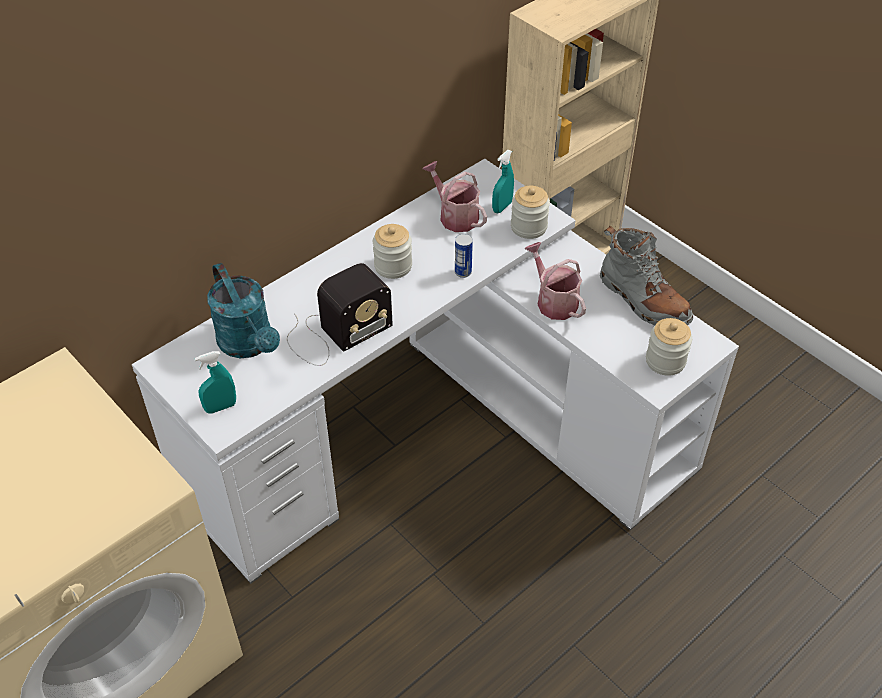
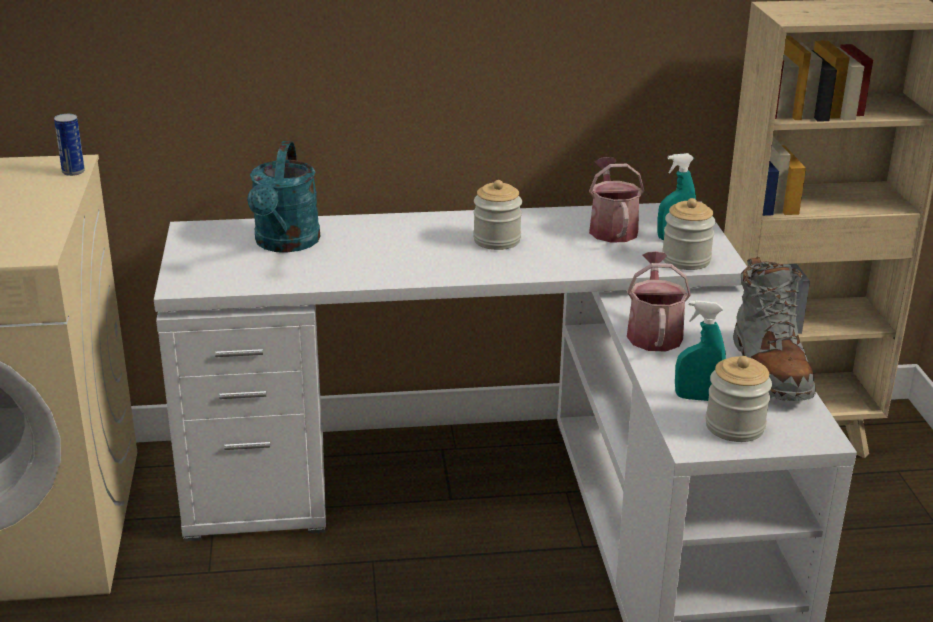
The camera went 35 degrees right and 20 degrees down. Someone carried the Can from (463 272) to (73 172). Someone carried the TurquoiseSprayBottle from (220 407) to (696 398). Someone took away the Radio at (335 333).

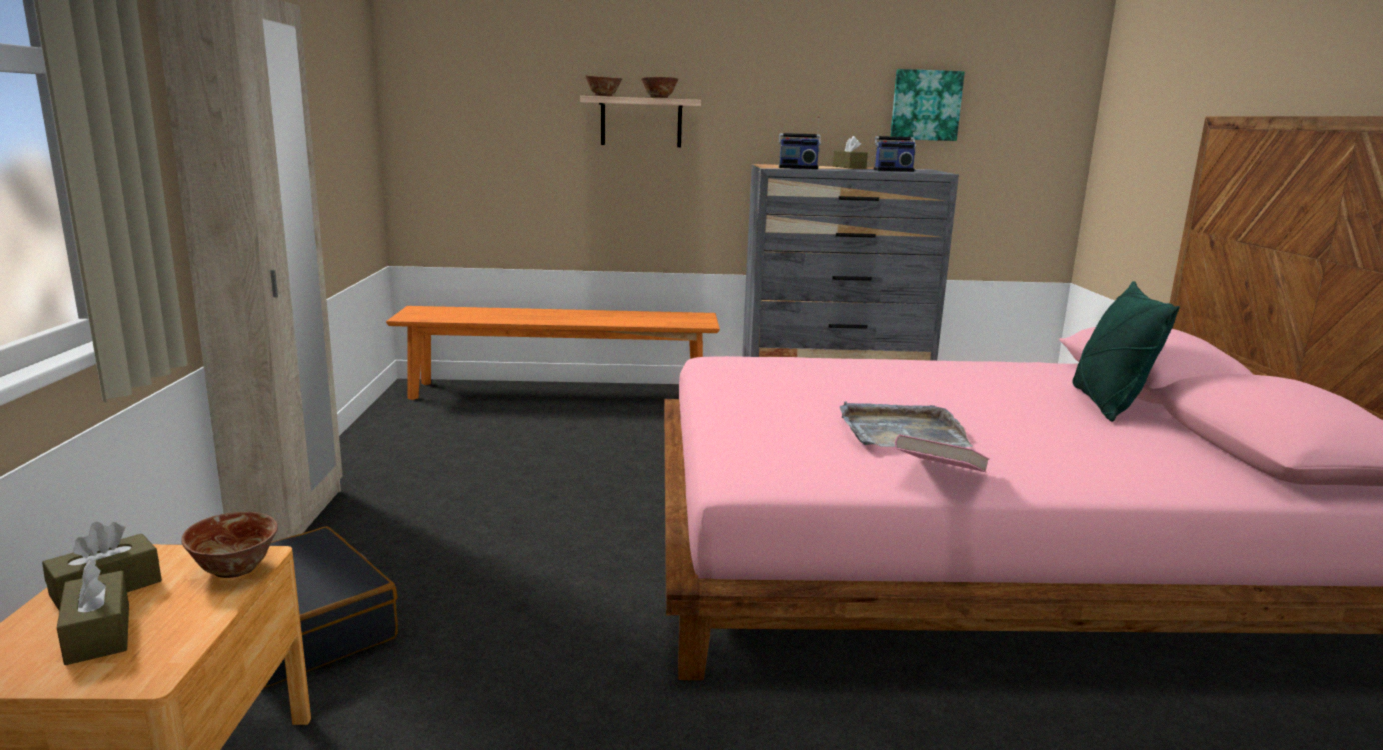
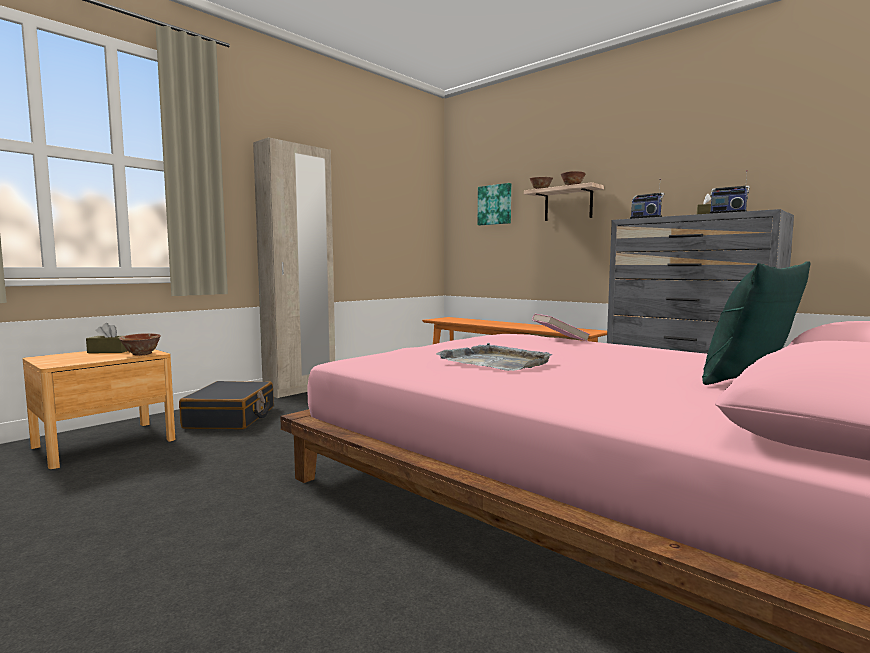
The camera went 45 degrees right and 10 degrees down. Someone carried the Picture from (925 105) to (495 205). Someone carried the PinkBook from (939 477) to (559 339). Someone took away the BrownTissueBox at (98 633).

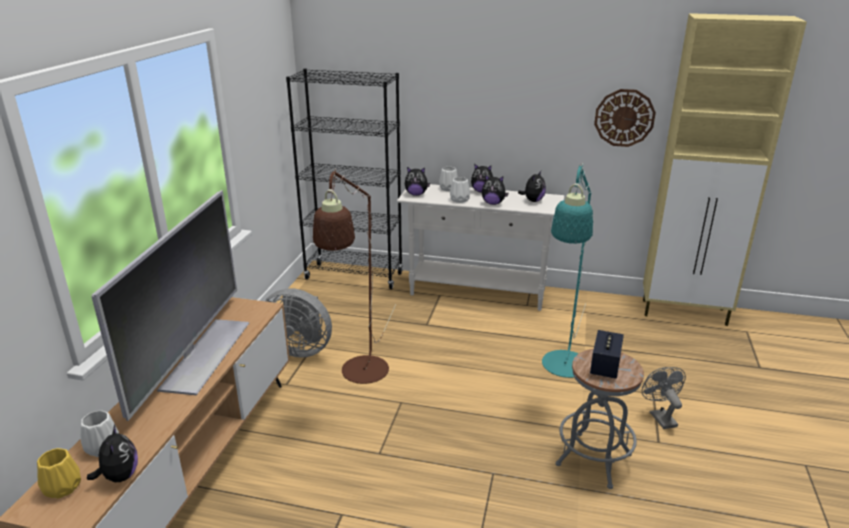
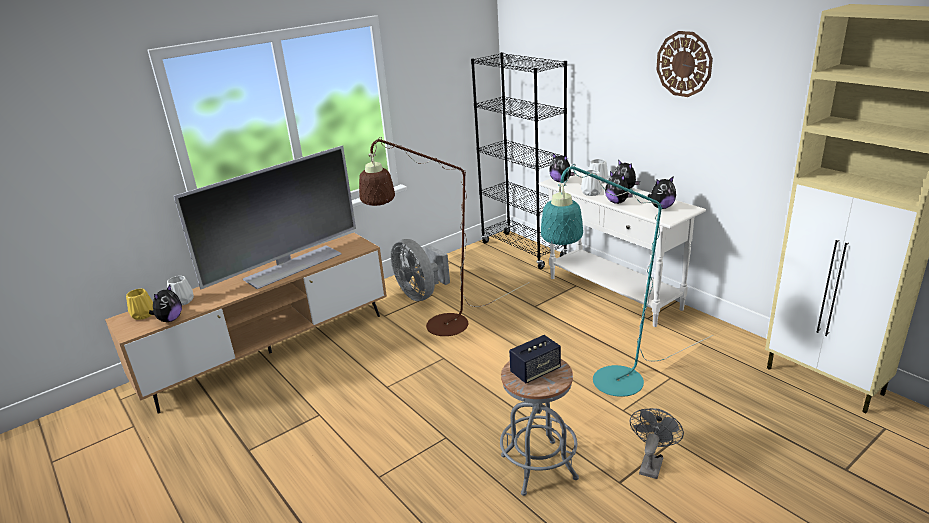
The camera went 40 degrees right and 0 degrees up. Someone carried the WallClock from (624 118) to (684 64).

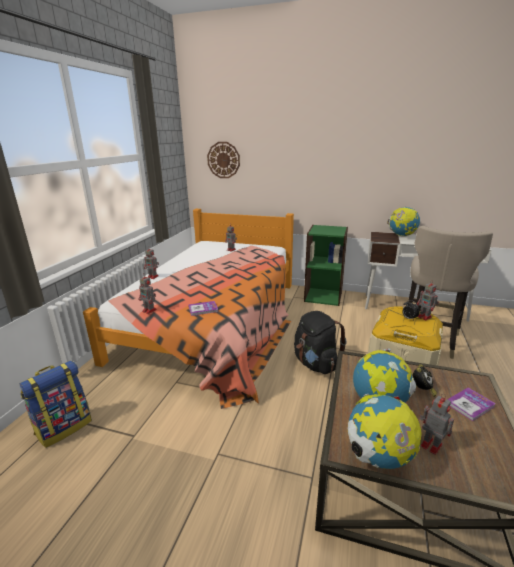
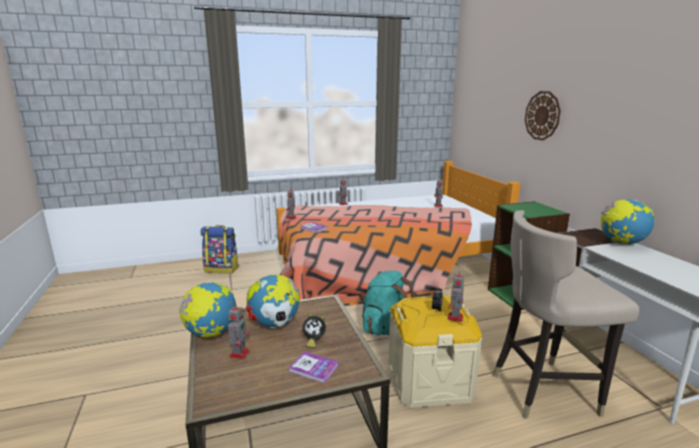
The camera went 55 degrees right and 5 degrees down. Someone repainted the BlackBackpack at (315 363), which became the TurquoiseBackpack at (385 327). Someone carried the WallClock from (223 160) to (542 115).

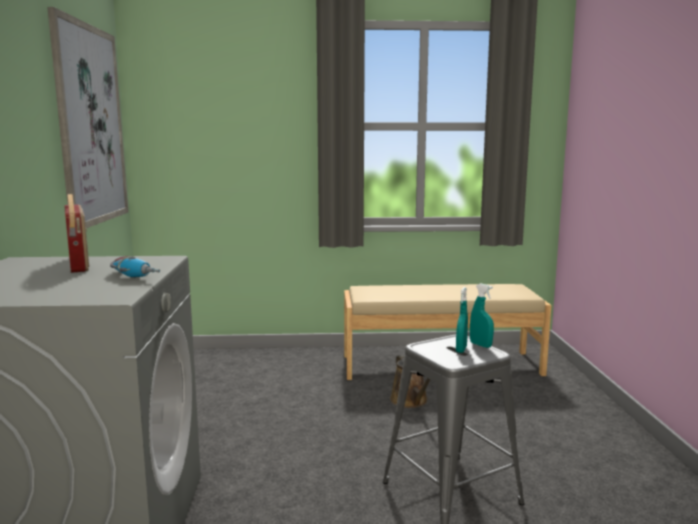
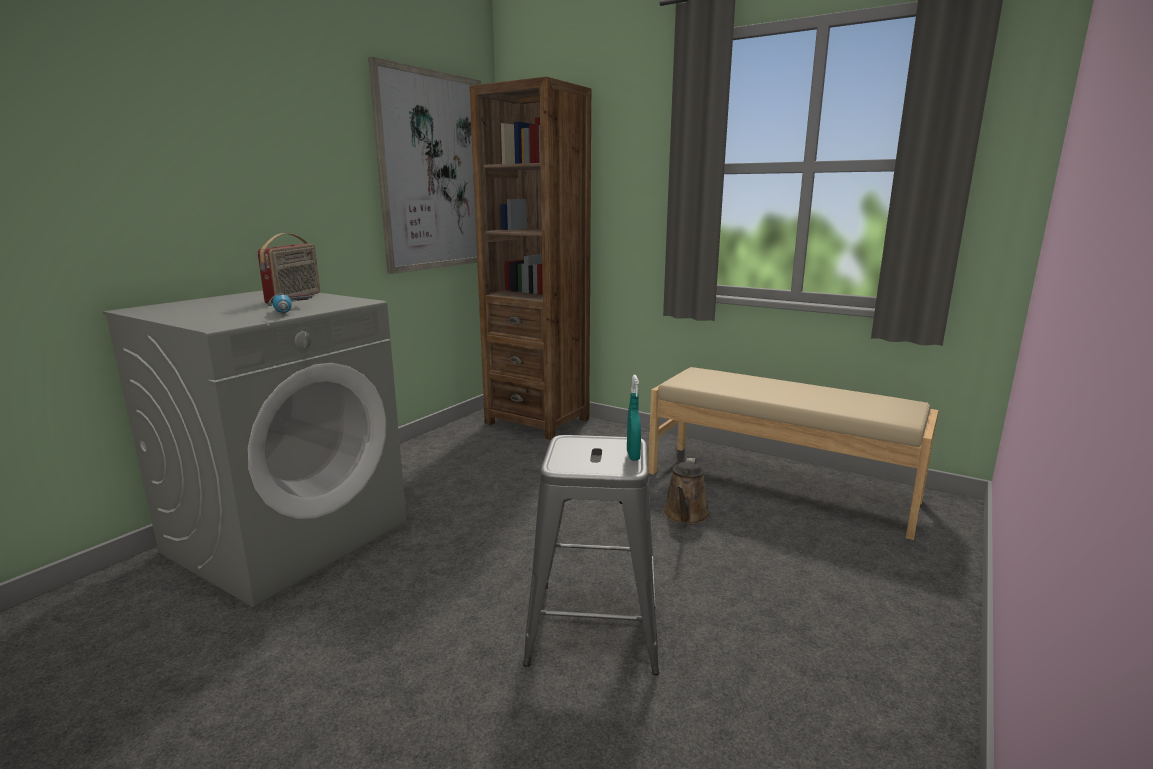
The camera went 35 degrees right and 5 degrees up. Someone put down the BrownBookcase at (537 421). Someone took away the TurquoiseSprayBottle at (461 349).

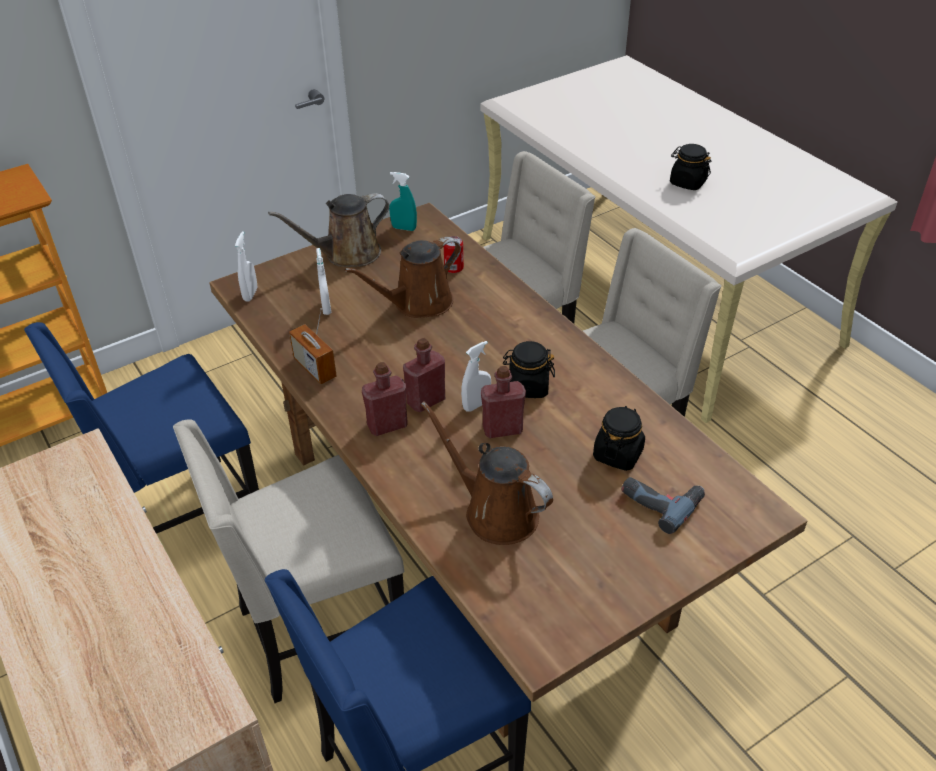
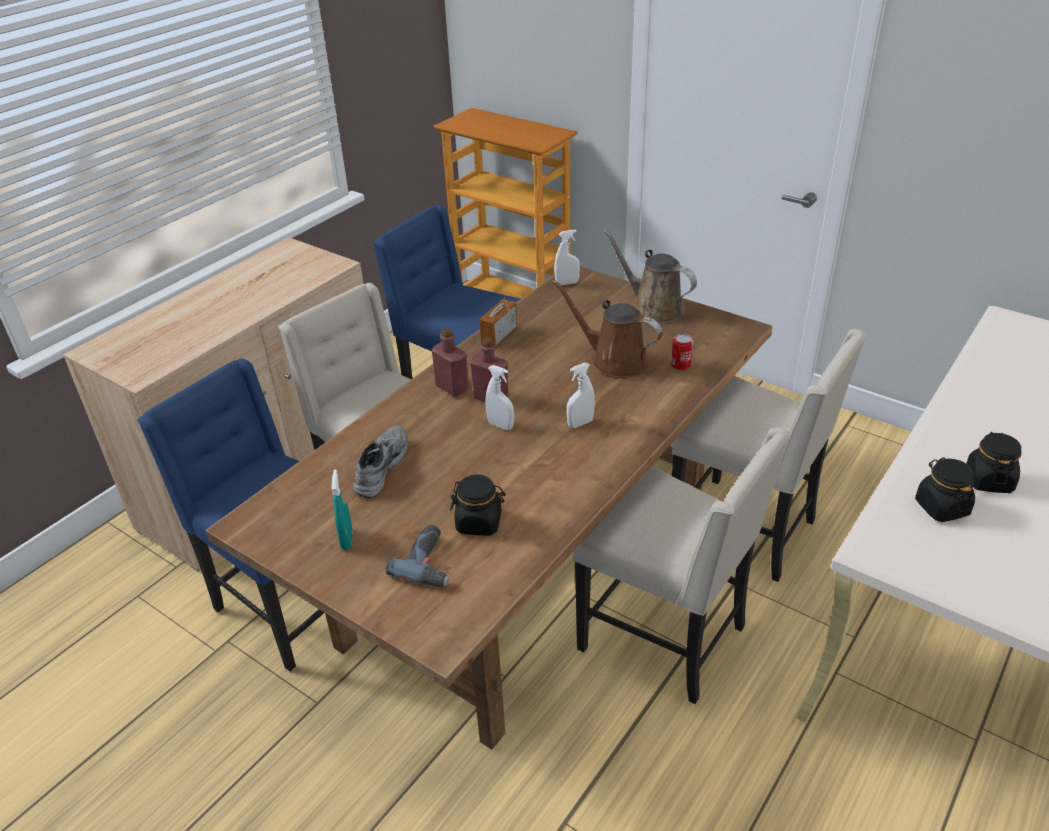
The camera went 70 degrees right and 5 degrees down. Someone carried the TurquoiseSprayBottle from (404 228) to (347 540). Someone swapped the BrownWateringCan at (495 512) for the GreyShoe at (379 467). Someone carried the WhiteSprayBottle from (326 308) to (580 423). Someone carried the BlackJar from (528 386) to (941 507). Someone took away the RedBottle at (502 429).

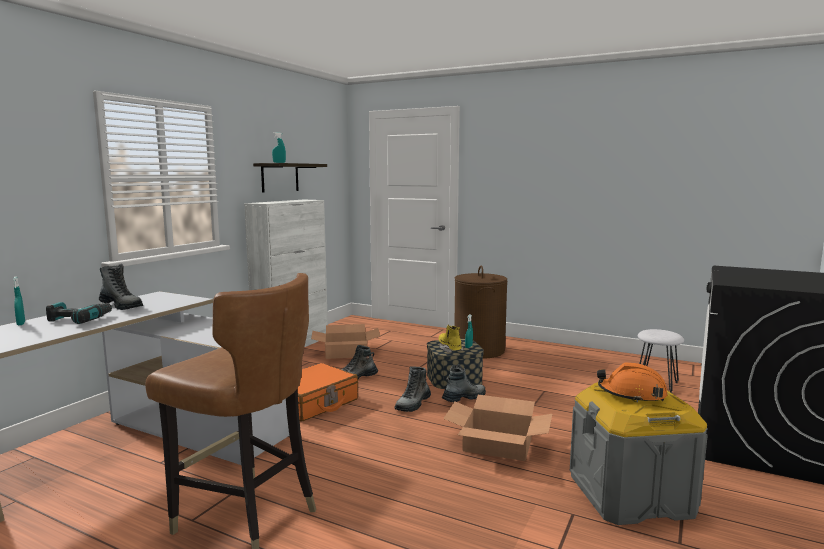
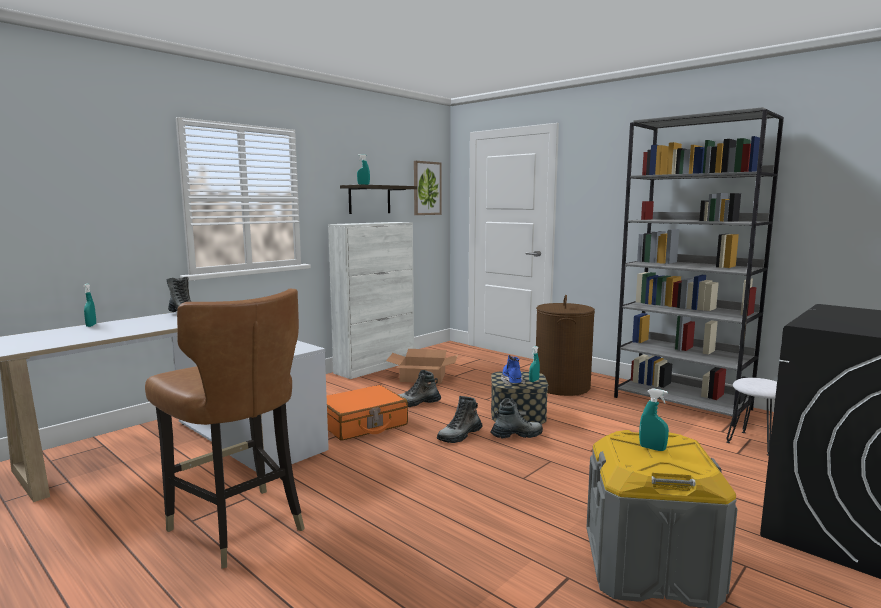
The camera went 15 degrees right and 0 degrees up. Someone put up the Picture at (426 188). Someone repainted the YellowBoot at (449 349), which became the BlueBoot at (512 381). Someone put down the GreyBookcase at (682 403). Someone swapped the OrangeHardHat at (632 394) for the TurquoiseSprayBottle at (652 448). Someone took away the PowerDrill at (80 319). Someone took away the CardboardBox at (497 445).

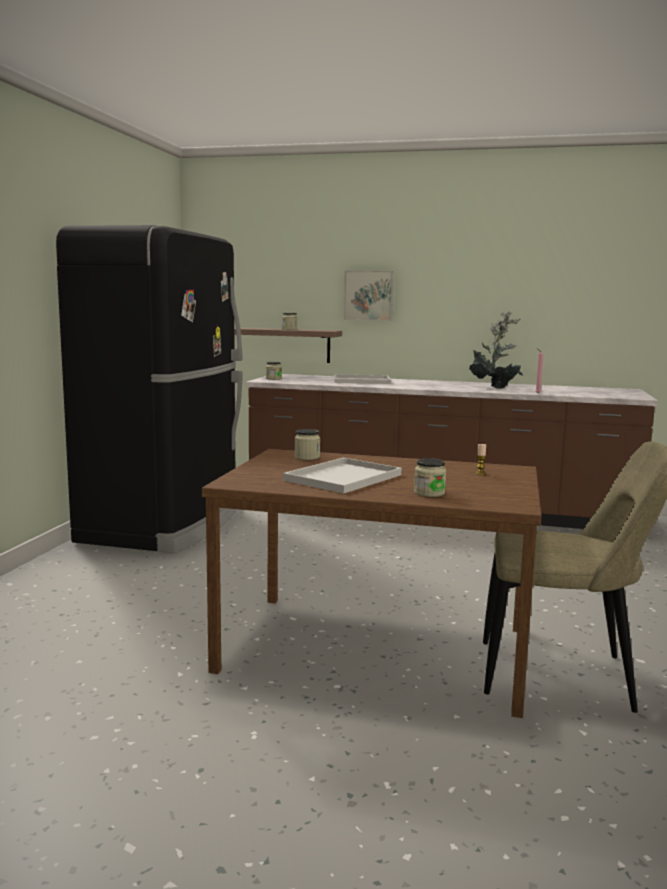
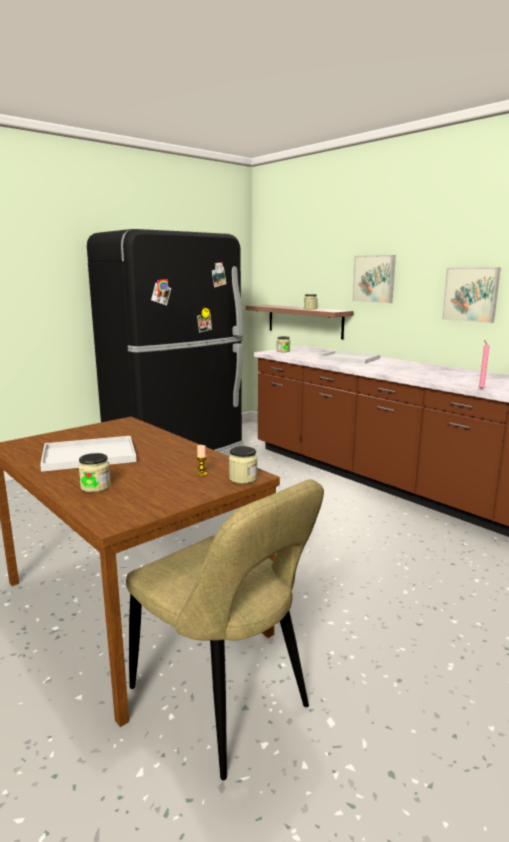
The camera went 35 degrees right and 5 degrees up. Someone carried the Jar from (307 457) to (243 478). Someone put up the Picture at (471 294). Someone took away the PottedPlant at (495 387).

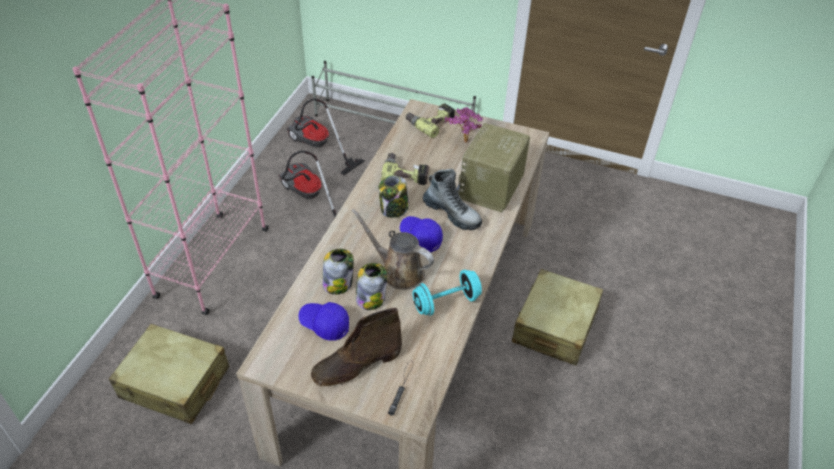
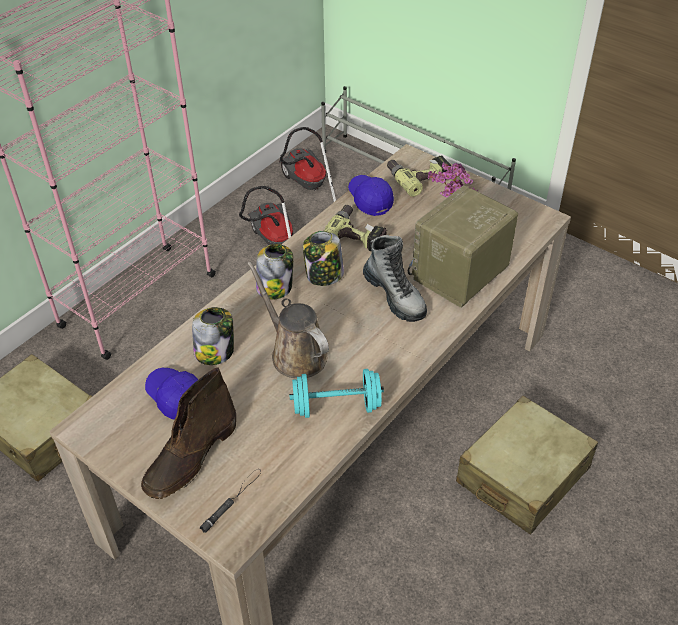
The camera went 20 degrees right and 0 degrees up. Someone rotated the BrownBoot at (356 364) by 45 degrees counterclockwise. Someone carried the Jar from (371 298) to (275 287). Someone carried the BlueCap from (421 237) to (370 200).

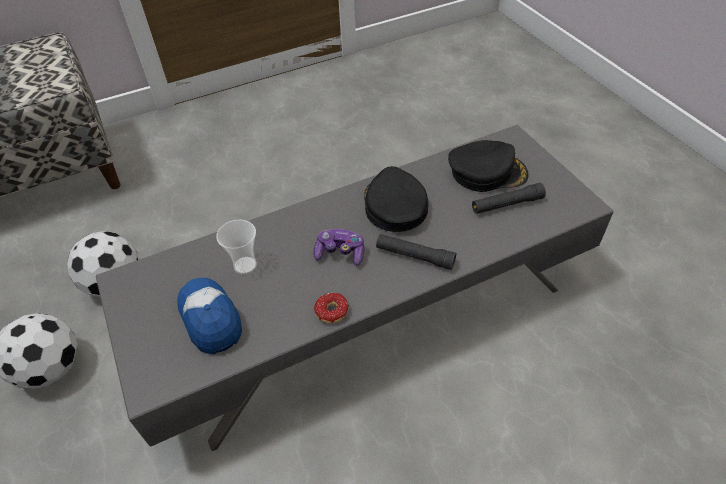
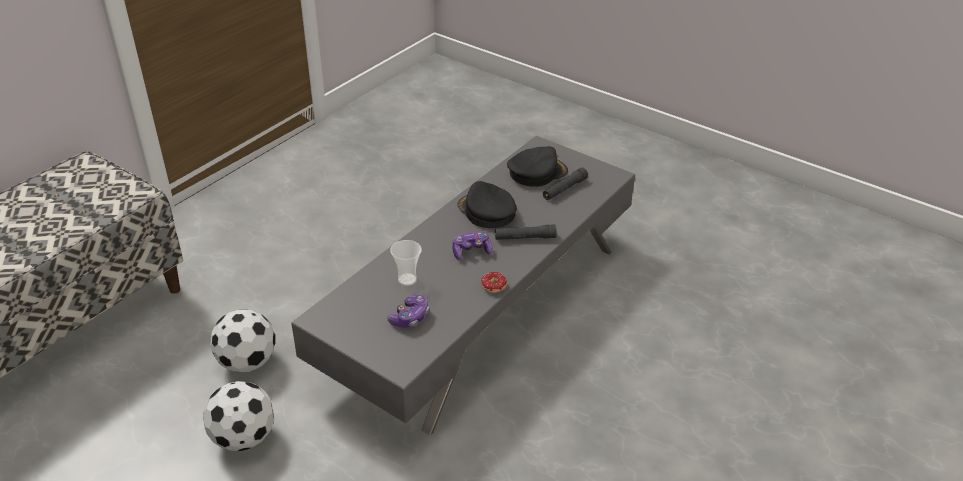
The camera went 30 degrees left and 10 degrees down. Someone swapped the Cap at (210 318) for the GameController at (410 317).

